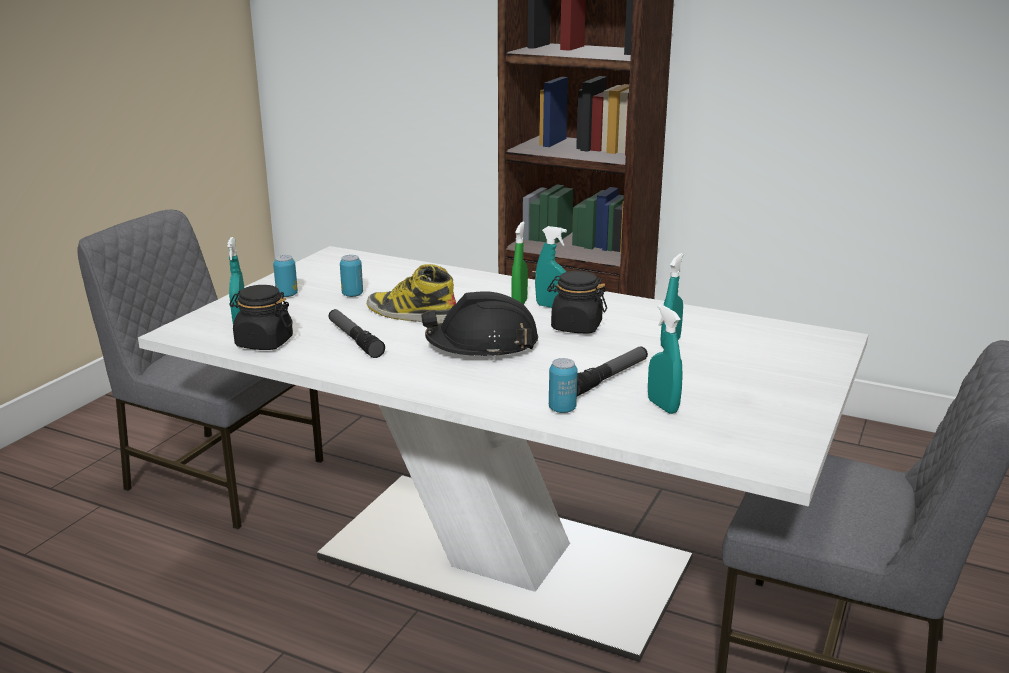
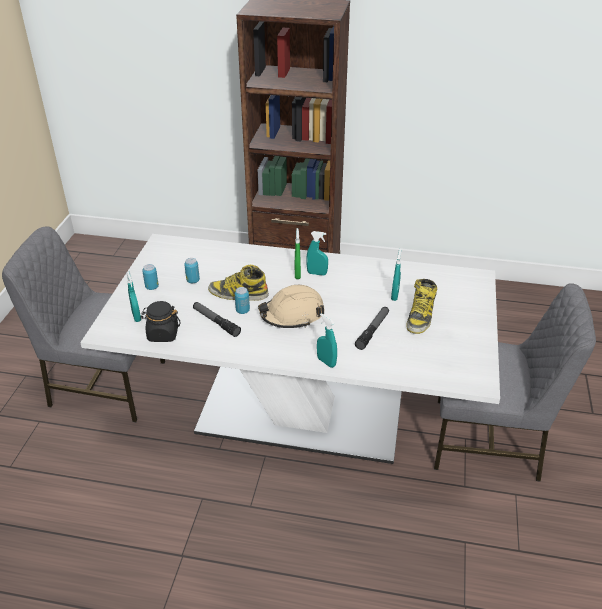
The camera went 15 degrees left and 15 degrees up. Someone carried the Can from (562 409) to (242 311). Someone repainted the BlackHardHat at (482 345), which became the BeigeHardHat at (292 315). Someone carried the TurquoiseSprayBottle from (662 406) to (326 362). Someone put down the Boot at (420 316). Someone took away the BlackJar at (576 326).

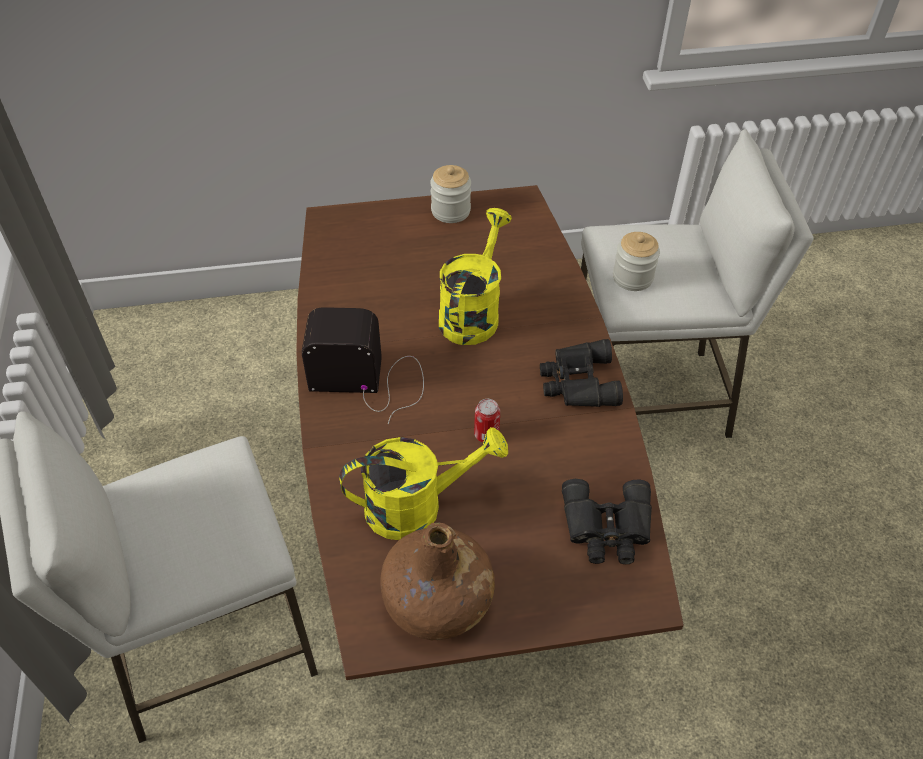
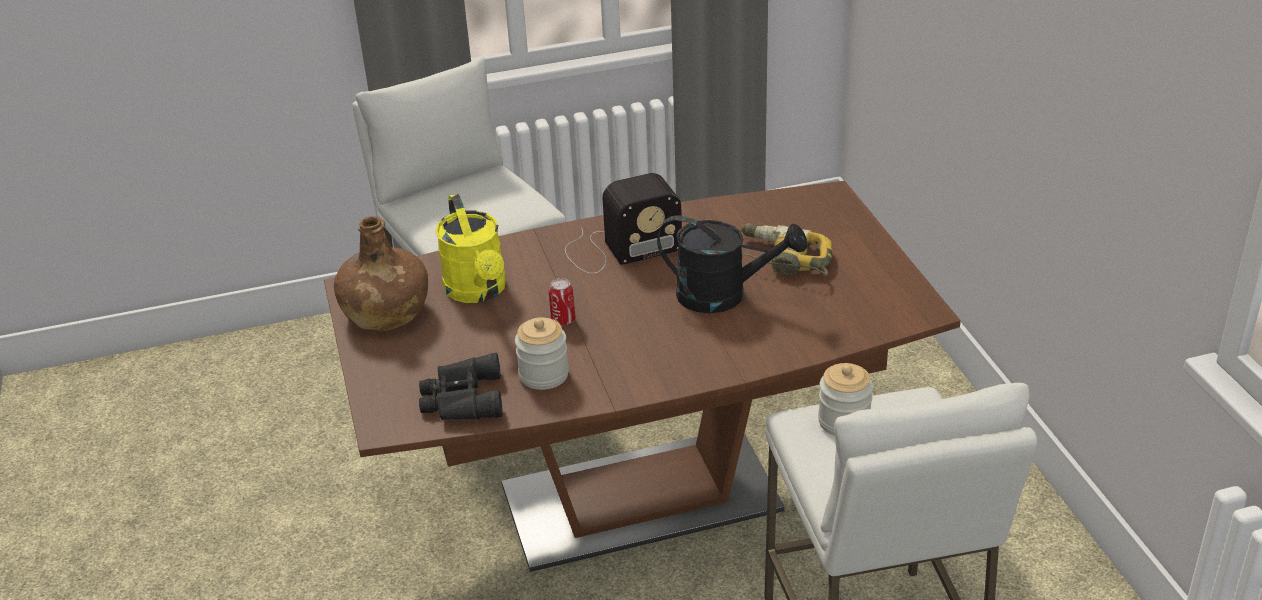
The camera went 85 degrees right and 15 degrees down. Someone carried the Jar from (450 211) to (544 375). Someone rotated the Radio at (370 379) by 75 degrees clockwise. Someone repainted the YellowWateringCan at (472 312), which became the BlackWateringCan at (724 295). Someone put down the PowerDrill at (783 260). Someone took away the BlackBinoculars at (577 382).

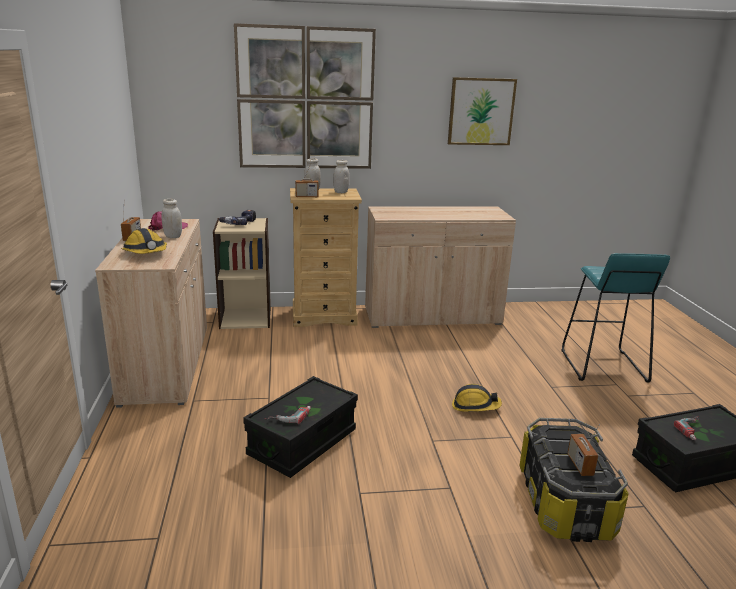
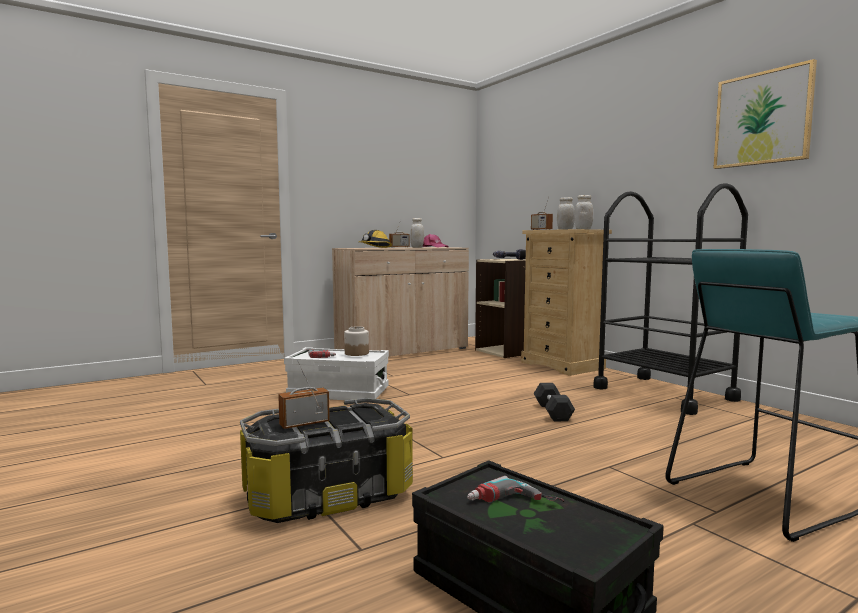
The camera went 65 degrees right and 15 degrees down. Someone repainted the BlackStorageBox at (302 443), which became the WhiteStorageBox at (338 392). Someone put down the Jar at (356 353). Someone put down the BlackDumbbell at (552 412). Someone swapped the BeigeCabinet at (432 316) for the BlackCart at (664 394). Someone took away the Picture at (305 99). Someone took away the HardHat at (475 406).

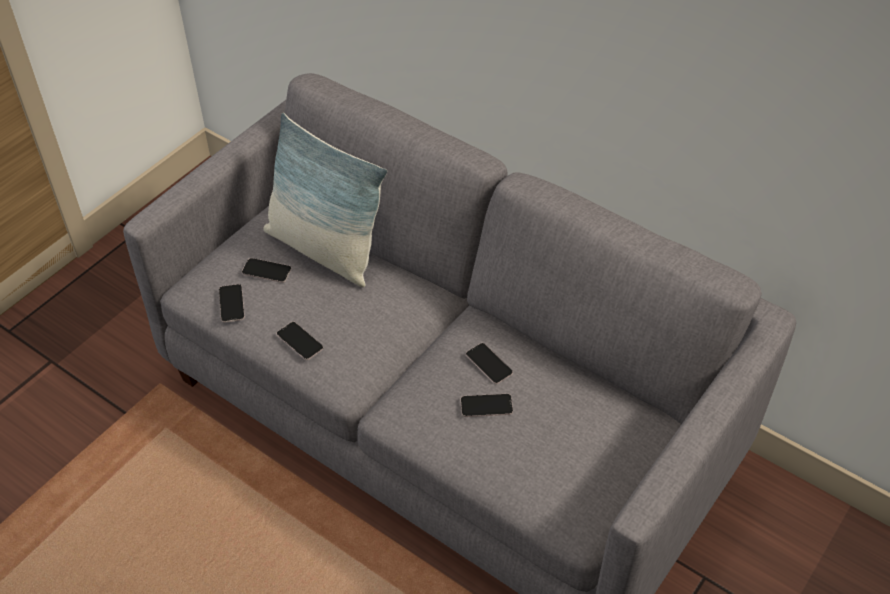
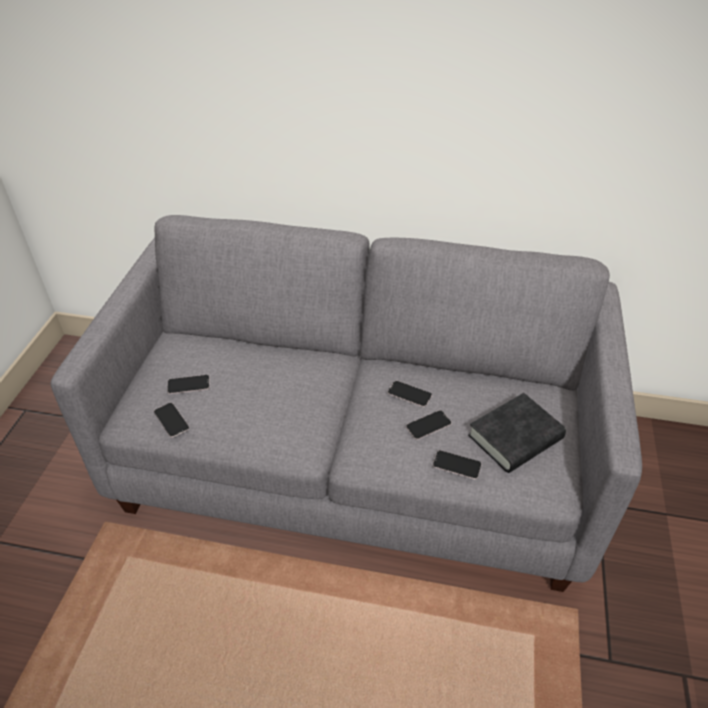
The camera went 25 degrees left and 5 degrees down. Someone carried the Phone from (300 341) to (456 465). Someone put down the BlackBook at (515 438). Someone took away the Pillow at (324 249).

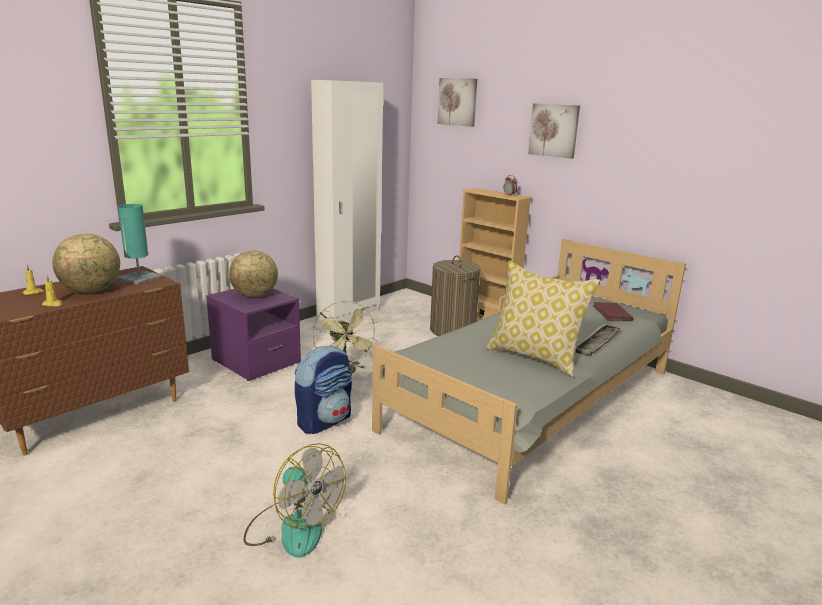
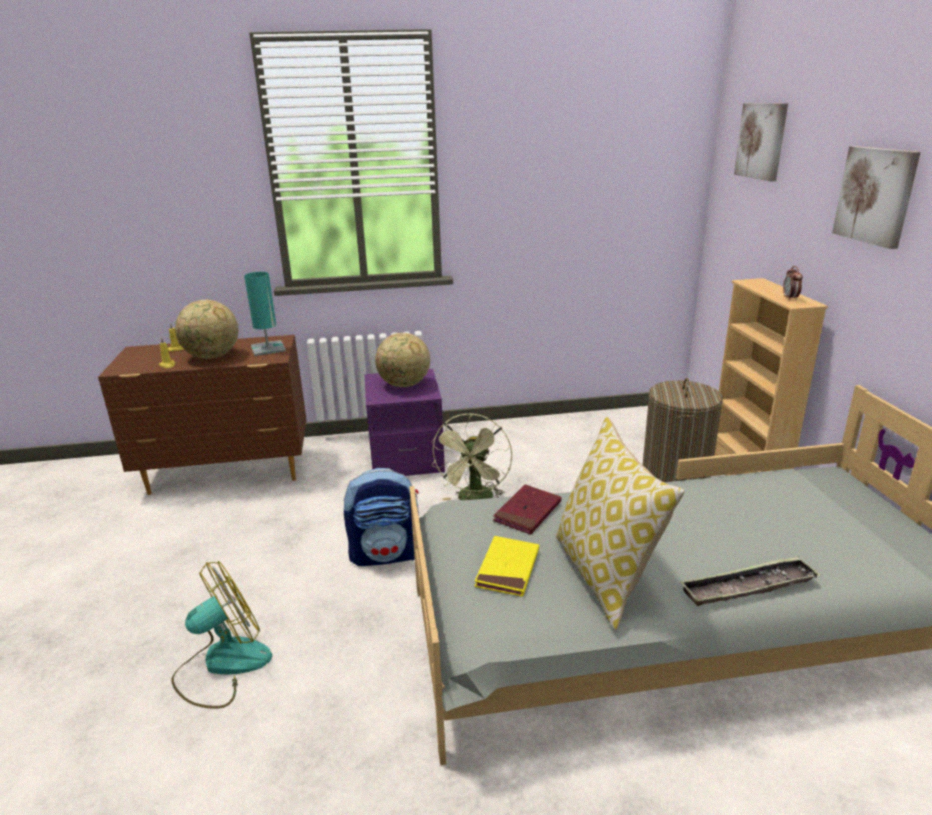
The camera went 40 degrees right and 5 degrees up. Someone rotated the Fan at (293 527) by 120 degrees counterclockwise. Someone put down the YellowBook at (508 569). Someone carried the RedBook from (612 314) to (527 512). Someone took away the WhiteWardrobe at (349 314).

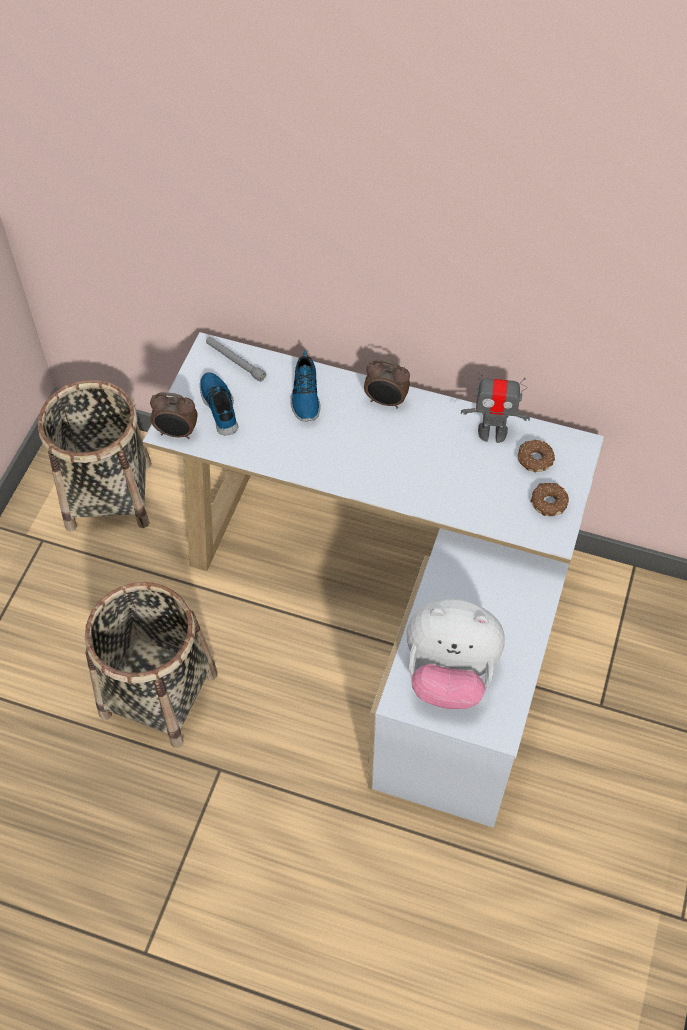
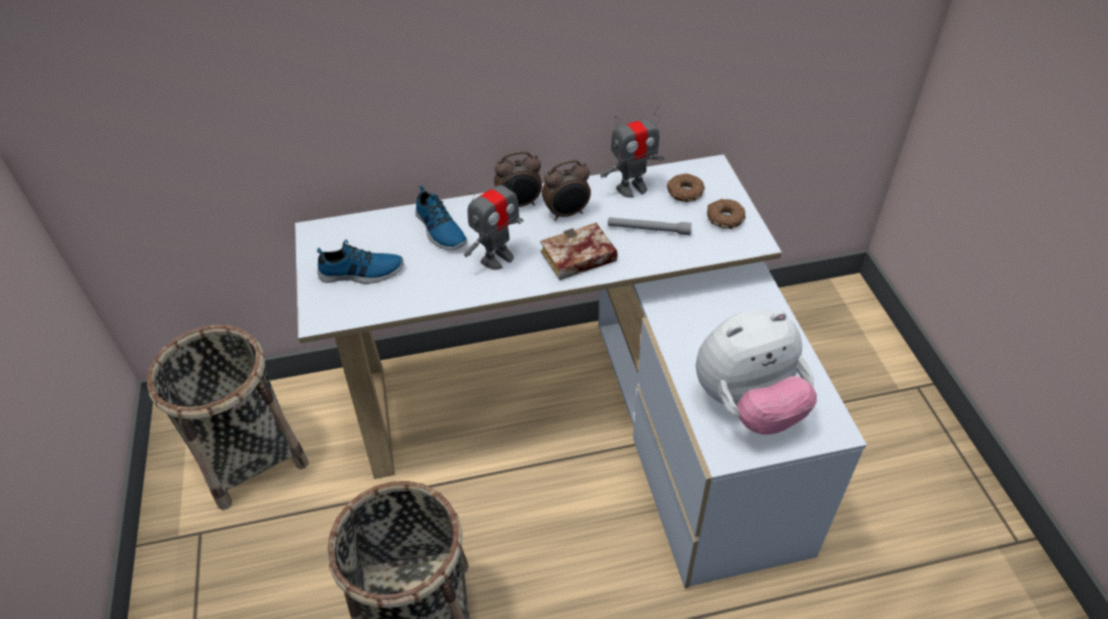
The camera went 30 degrees left and 10 degrees down. Someone rotated the Shoe at (220 406) by 135 degrees clockwise. Someone put down the ToyRobot at (497 258). Someone put down the Book at (576 259). Someone carried the AlarmClock from (177 433) to (567 214). Someone carried the GreyFlashlight from (235 361) to (648 230).

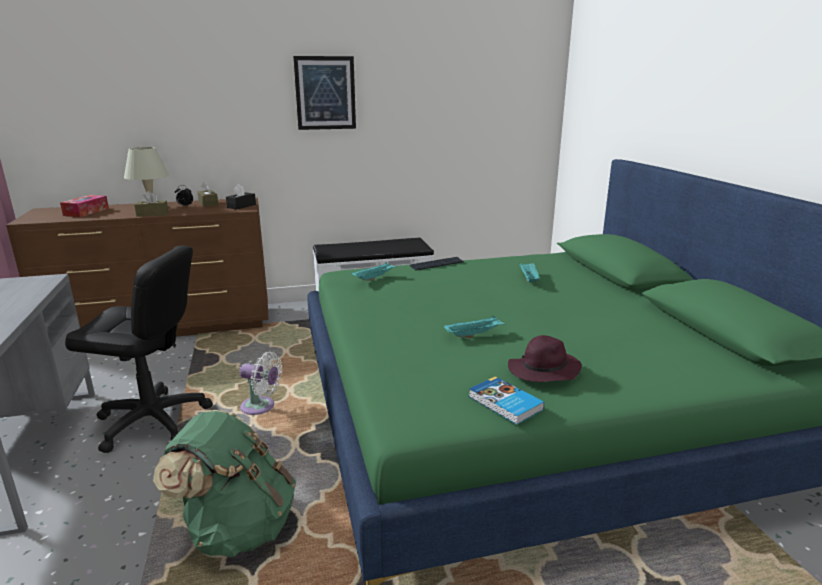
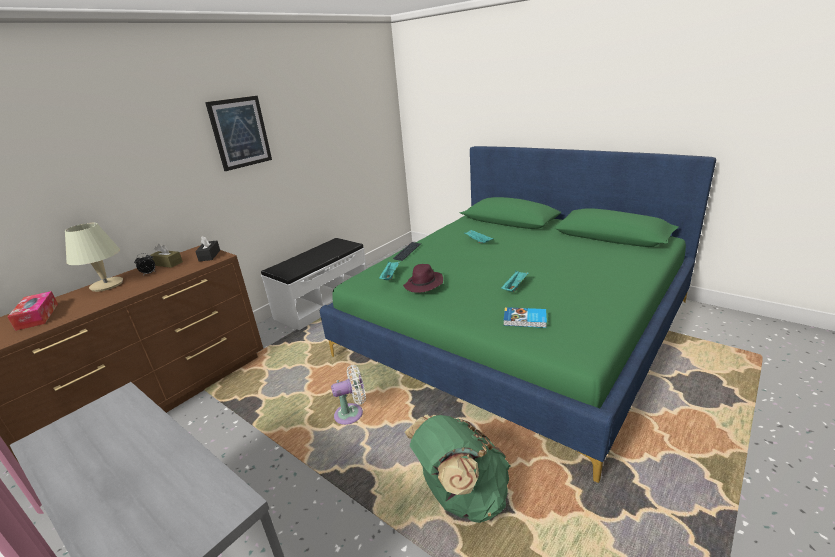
The camera went 35 degrees left and 5 degrees up. Someone carried the PurpleHat from (543 371) to (424 285). Someone carried the Book from (504 403) to (525 320). Someone took away the BlackOfficeChair at (152 421). Someone took away the BrownTissueBox at (152 214).

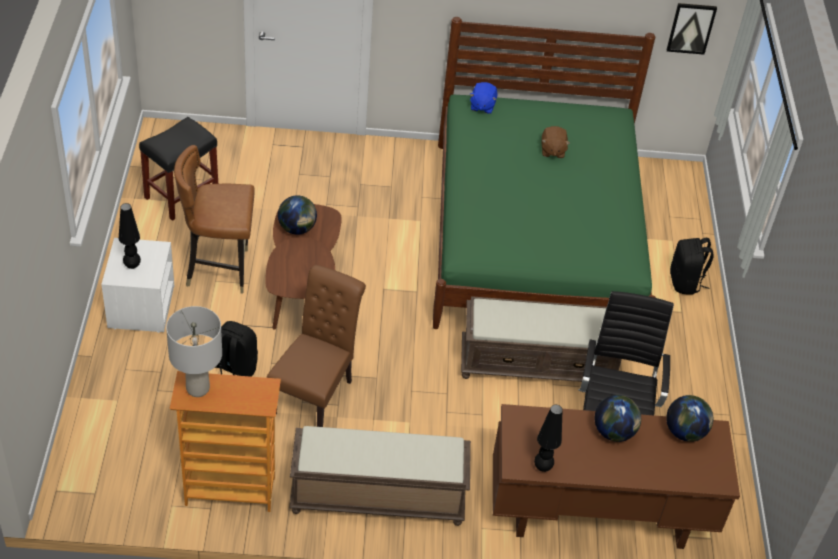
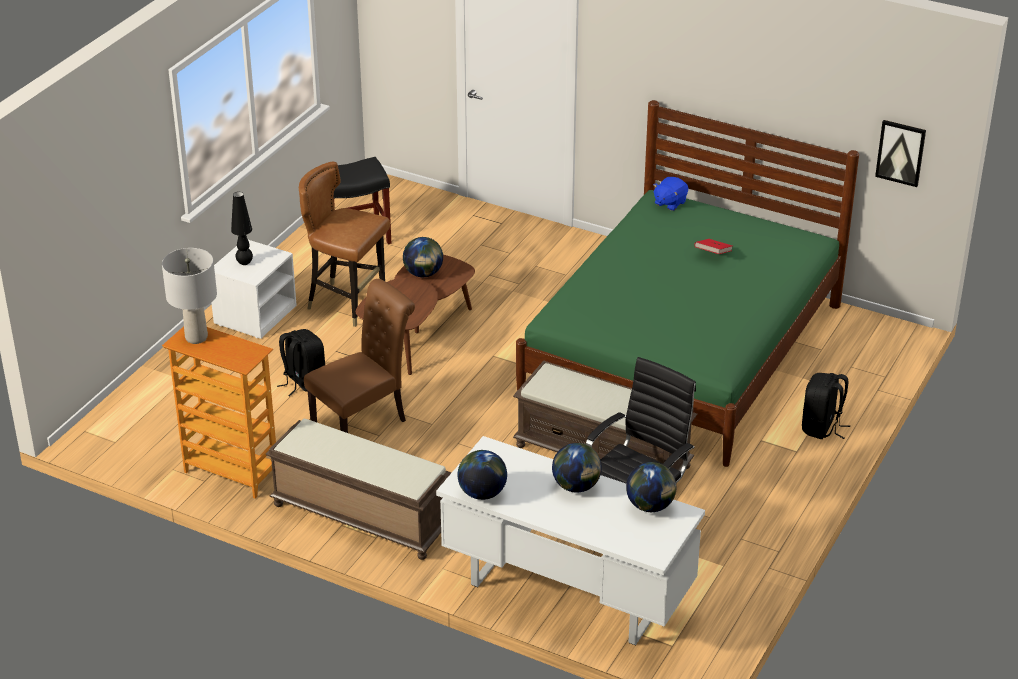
The camera went 30 degrees right and 10 degrees down. Someone repainted the BrownDesk at (597 517), which became the WhiteDesk at (566 593). Someone swapped the BlackTableLamp at (542 467) for the Globe at (482 493). Someone swapped the BrownPlushToy at (552 151) for the RedBook at (712 254).

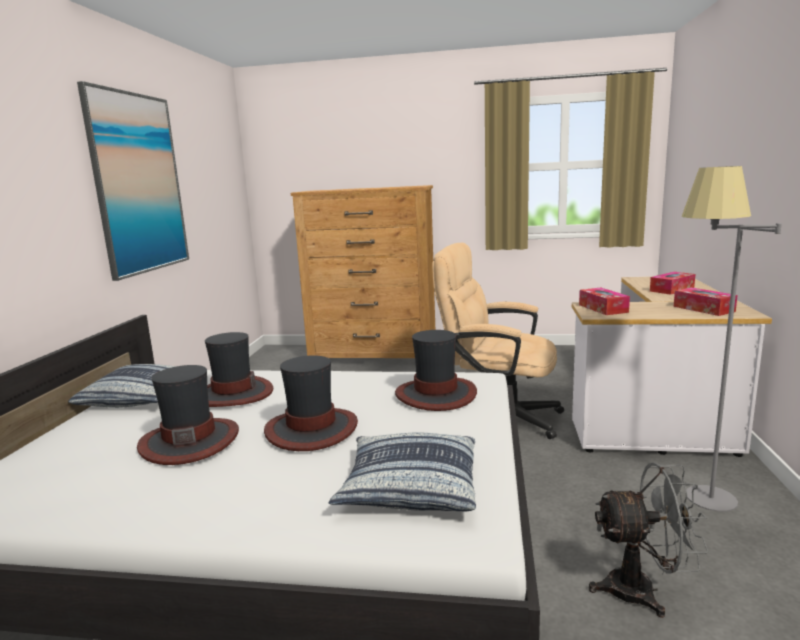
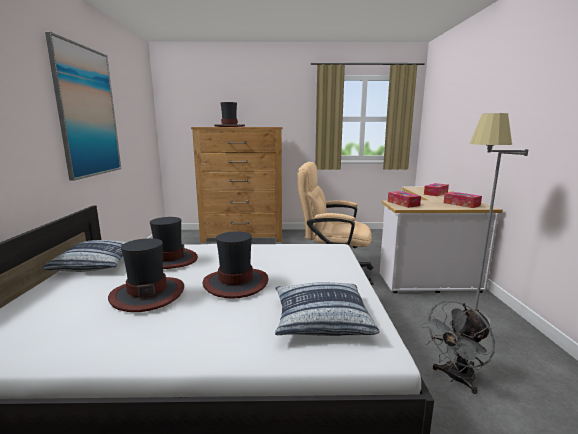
The camera went 10 degrees left and 0 degrees up. Someone carried the Hat from (436 394) to (229 127). Someone rotated the GreyFan at (643 590) by 150 degrees clockwise.

